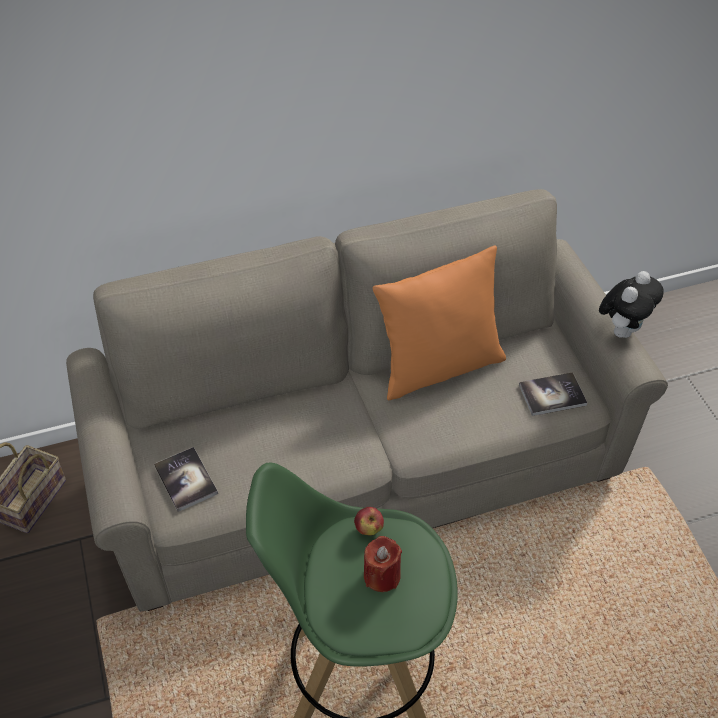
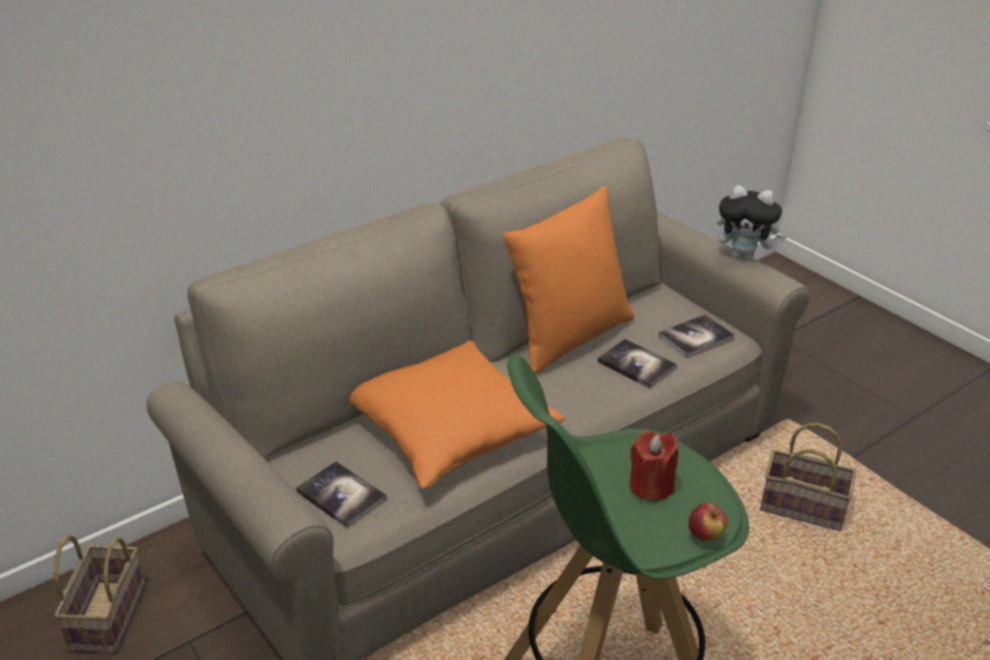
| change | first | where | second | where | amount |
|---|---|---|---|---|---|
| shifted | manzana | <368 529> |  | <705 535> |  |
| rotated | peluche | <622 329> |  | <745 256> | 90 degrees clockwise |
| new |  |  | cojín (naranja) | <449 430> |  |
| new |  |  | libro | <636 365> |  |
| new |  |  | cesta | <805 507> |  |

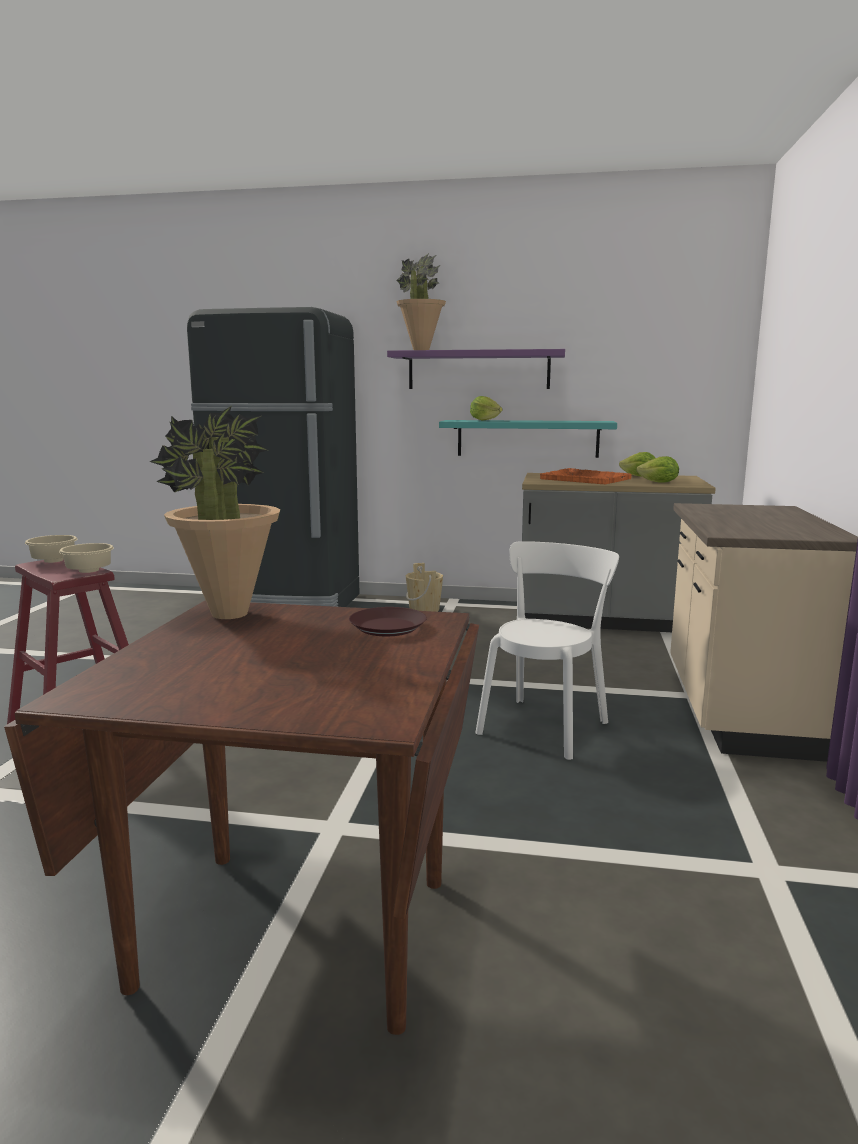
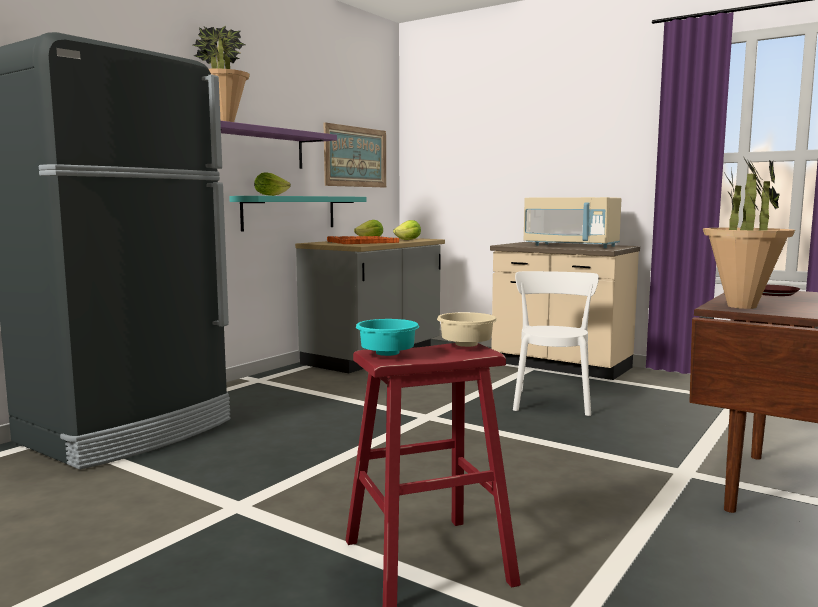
| change | first | where | second | where | amount |
|---|---|---|---|---|---|
| repainted | cuenco (beis) | <53 561> | cuenco (turquesa) | <385 354> |  |
| gone | cubo (beis) | <424 609> |  |  |  |
| rotated | silla (blanco) | <545 725> |  | <552 401> | 45 degrees clockwise |
| new |  |  | cuadro | <355 157> |  |
| new |  |  | microondas (beis) | <571 246> |  |

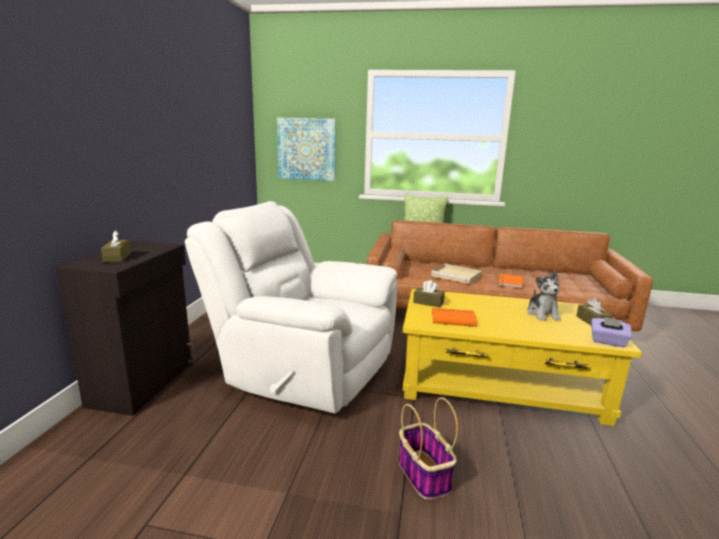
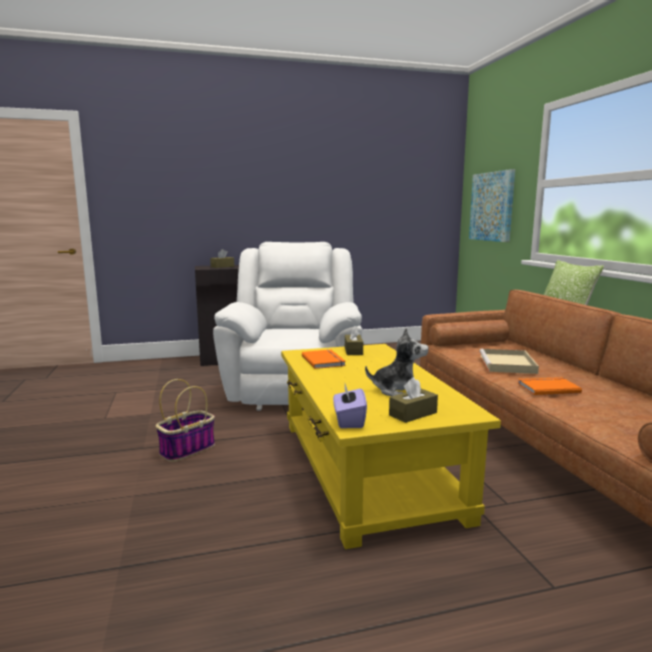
| change | first | where | second | where | amount |
|---|---|---|---|---|---|
| rotated | peluche | <542 314> |  | <397 390> | 150 degrees counterclockwise |

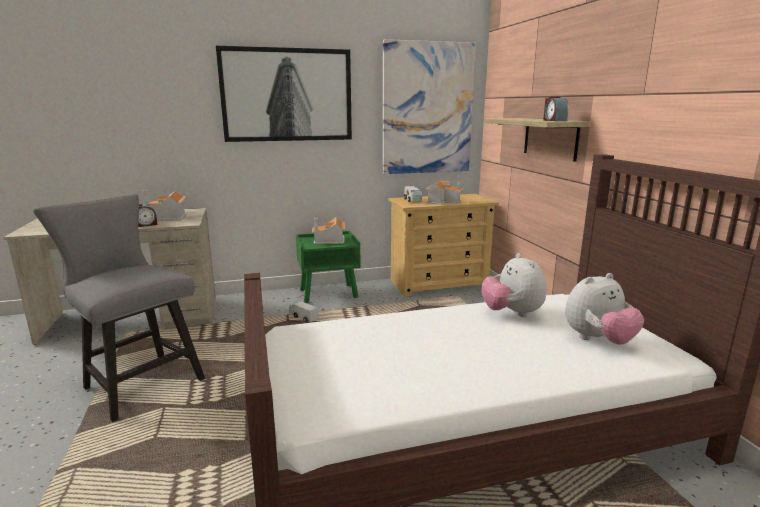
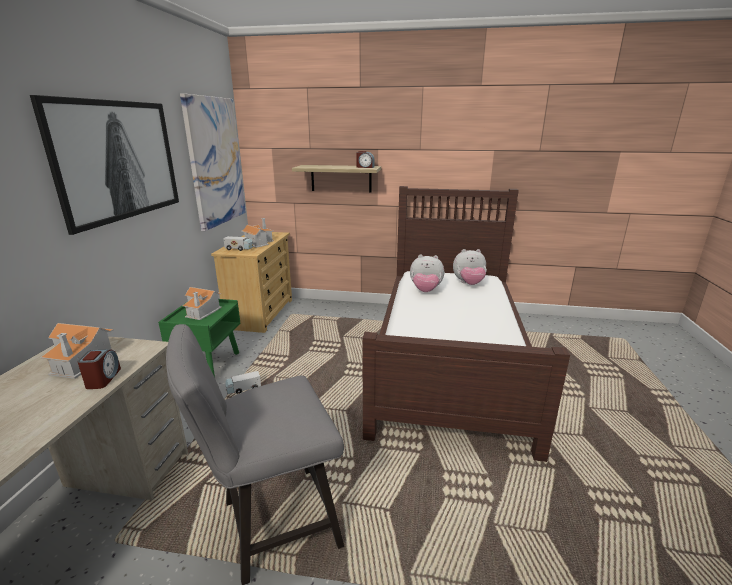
| change | first | where | second | where | amount |
|---|---|---|---|---|---|
| rotated | peluche | <598 340> |  | <468 284> | 90 degrees clockwise |

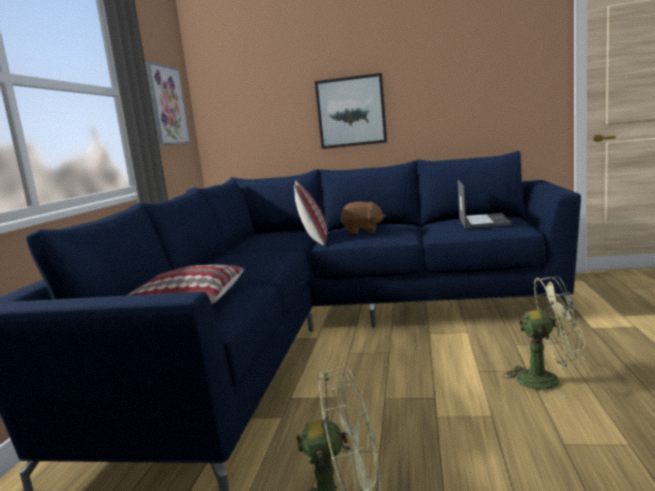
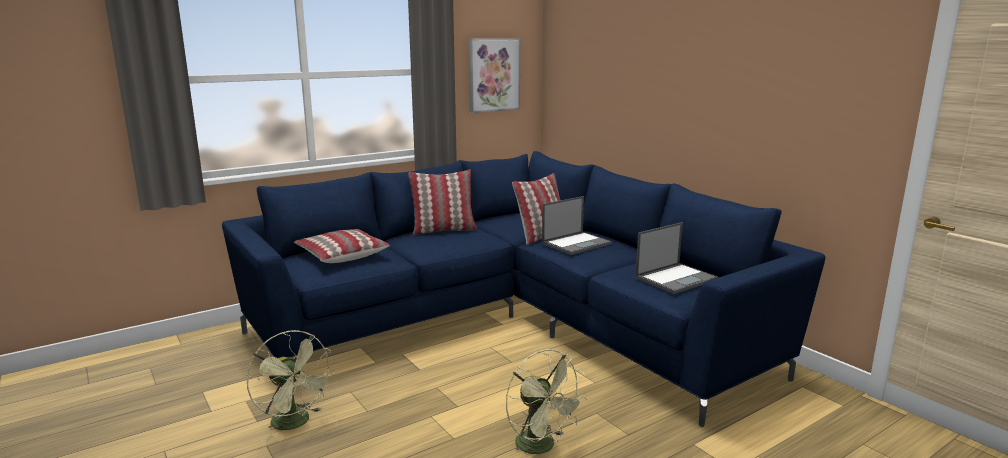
| change | first | where | second | where | amount |
|---|---|---|---|---|---|
| gone | cuadro | <351 112> |  |  |  |
| swapped | peluche (marrón) | <362 231> | portátil | <577 243> |  |
| new |  |  | cojín | <443 230> |  |

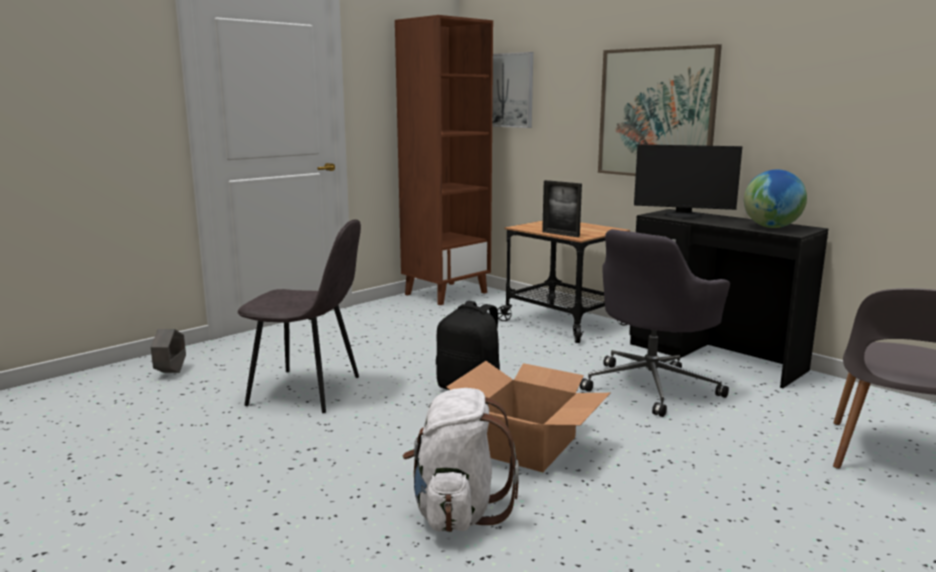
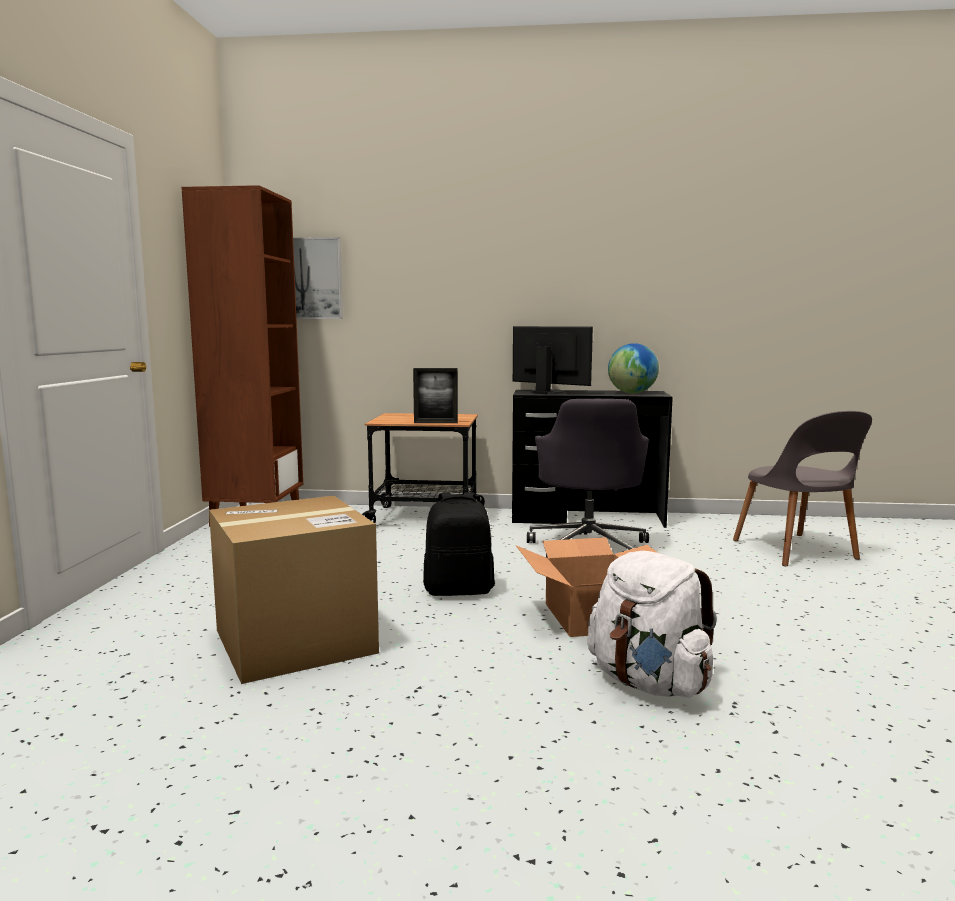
| change | first | where | second | where | amount |
|---|---|---|---|---|---|
| gone | maceta (gris) | <171 372> |  |  |  |
| swapped | silla (gris) | <308 391> | caja de cartón | <295 641> |  |
| gone | cuadro | <656 113> |  |  |  |
| rotated | monitor | <683 216> |  | <548 392> | 120 degrees counterclockwise |

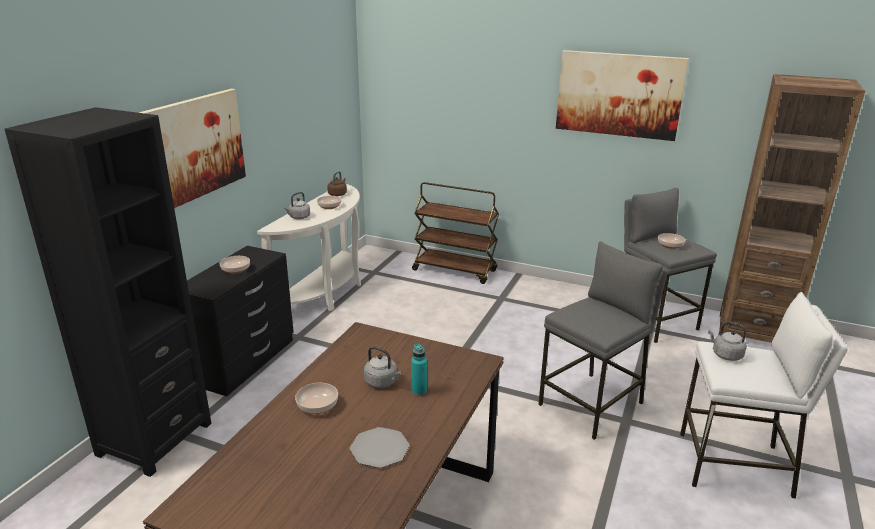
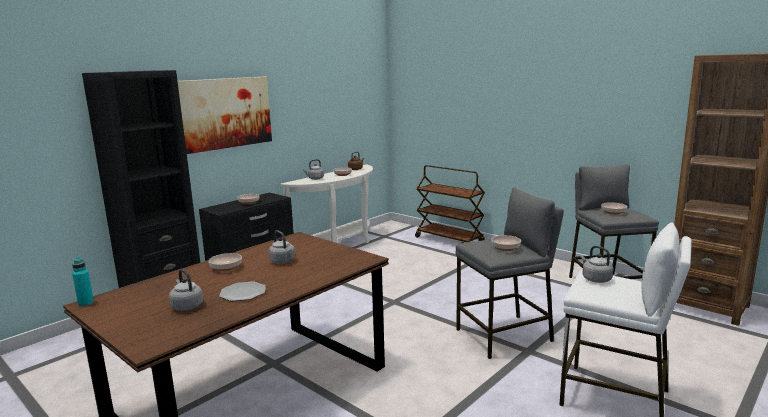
| change | first | where | second | where | amount |
|---|---|---|---|---|---|
| shifted | botella (turquesa) | <419 391> |  | <86 303> |  |
| gone | cuadro | <618 94> |  |  |  |
| new |  |  | hervidor (gris) | <186 306> |  |
| new |  |  | cuenco | <505 248> |  |

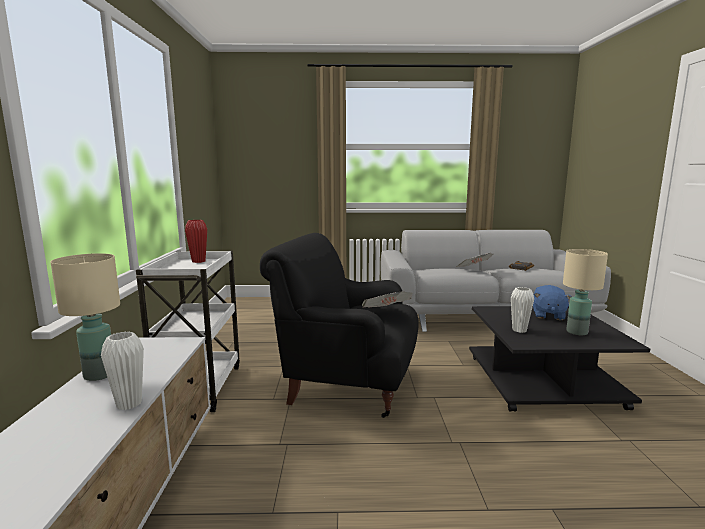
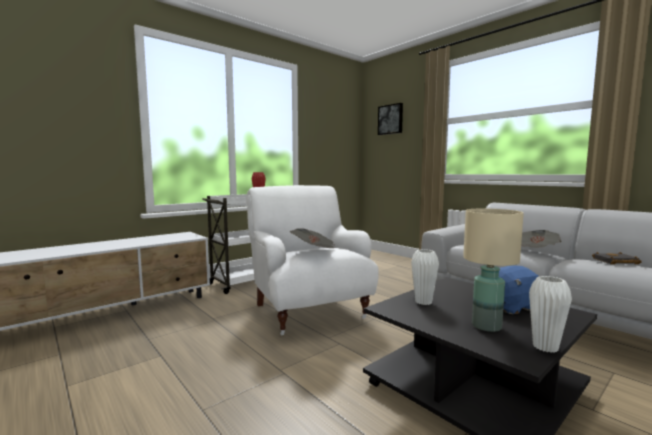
| change | first | where | second | where | amount |
|---|---|---|---|---|---|
| gone | lámpara de mesa (beis) | <100 374> |  |  |  |
| shifted | florero (blanco) | <129 404> |  | <545 347> |  |
| repainted | sillón (negro) | <347 384> | sillón (blanco) | <308 311> |  |
| new |  |  | cuadro | <391 119> |  |

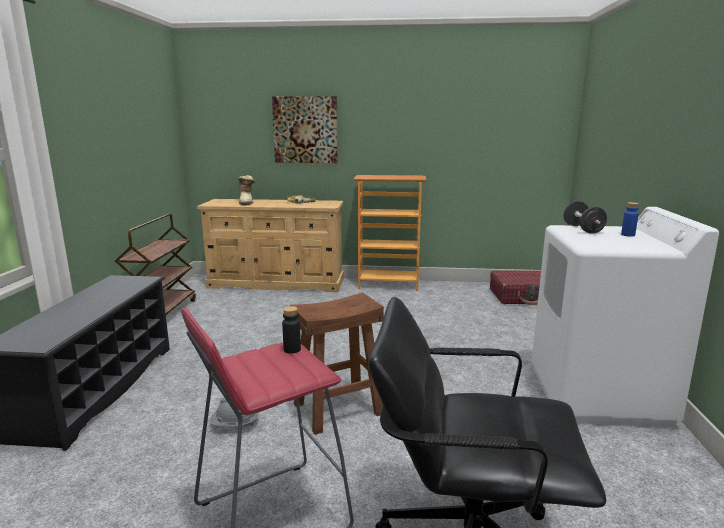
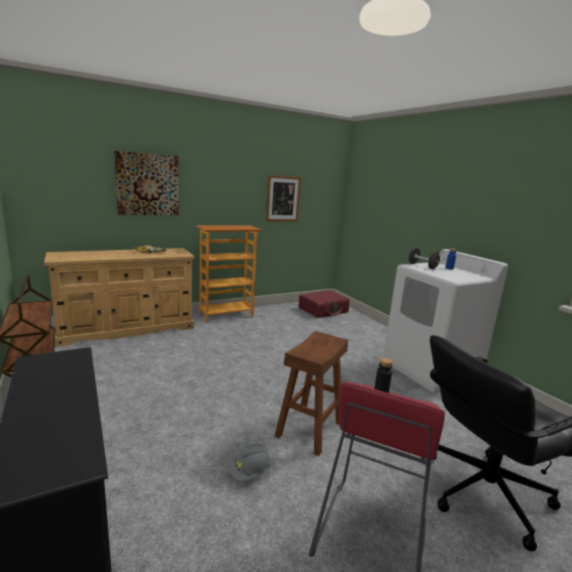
| change | first | where | second | where | amount |
|---|---|---|---|---|---|
| gone | bota | <247 202> |  |  |  |
| new |  |  | cuadro | <283 199> |  |

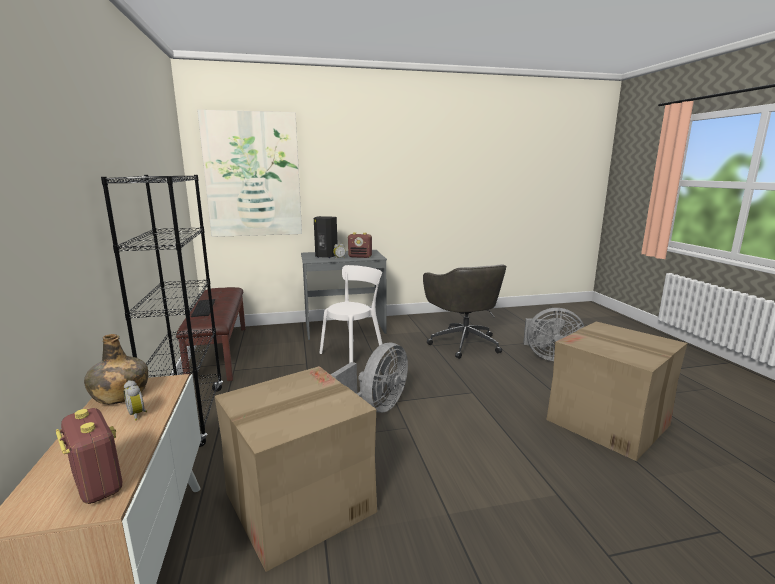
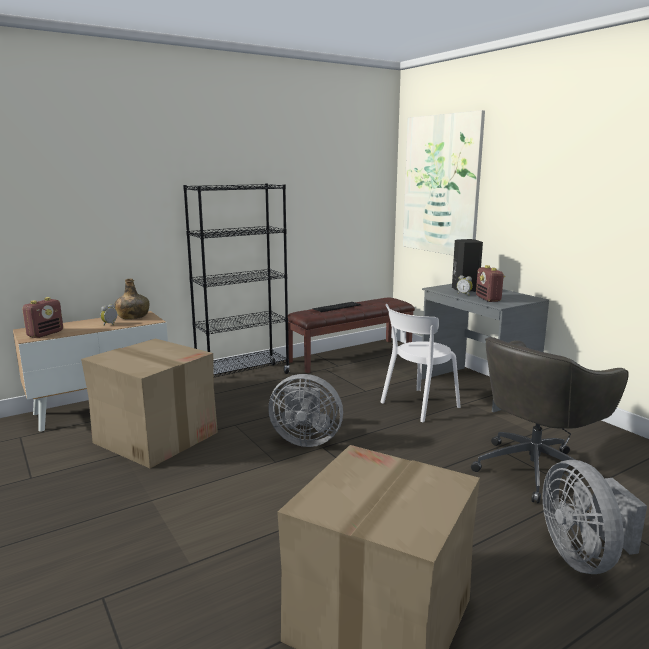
| change | first | where | second | where | amount |
|---|---|---|---|---|---|
| rotated | silla (blanco) | <354 352> |  | <417 405> | 120 degrees clockwise |

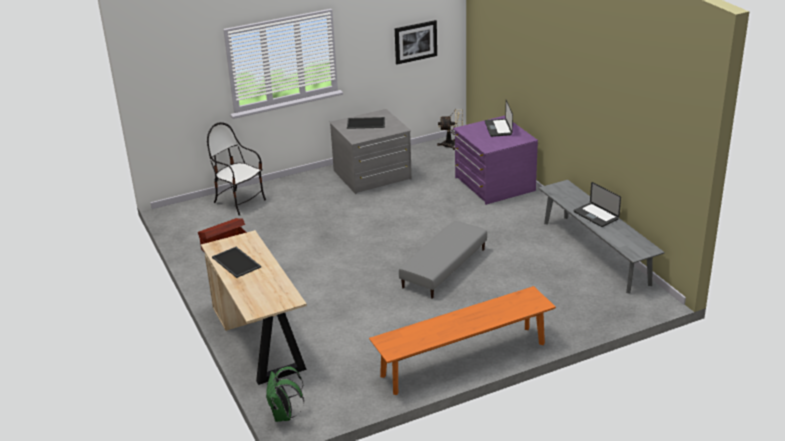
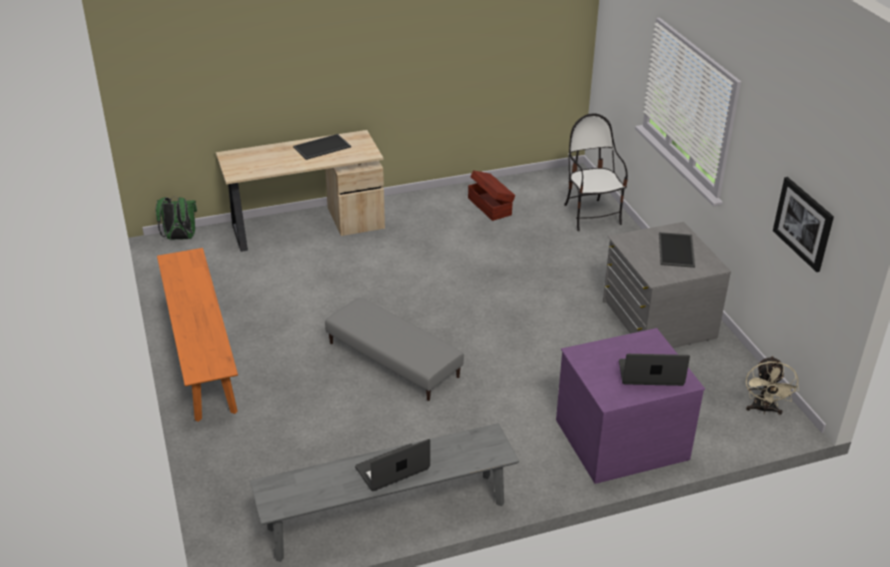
| change | first | where | second | where | amount |
|---|---|---|---|---|---|
| rotated | silla | <239 202> |  | <591 215> | 60 degrees counterclockwise |

